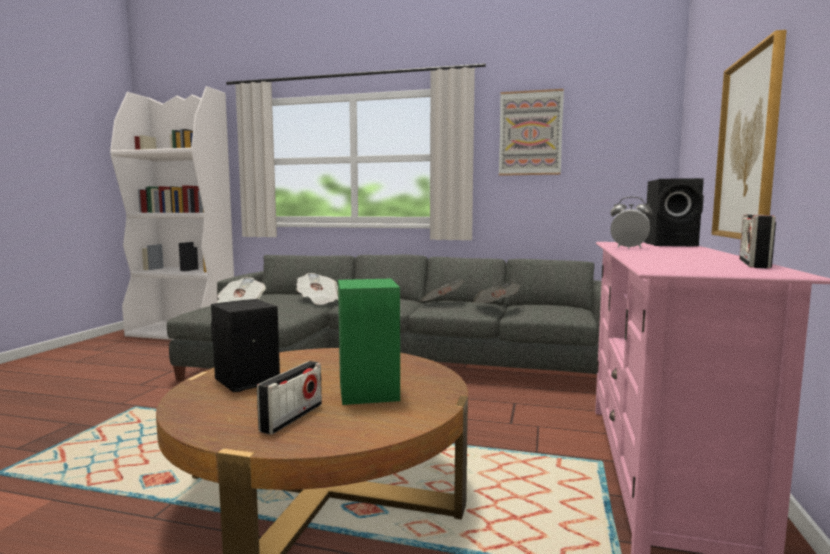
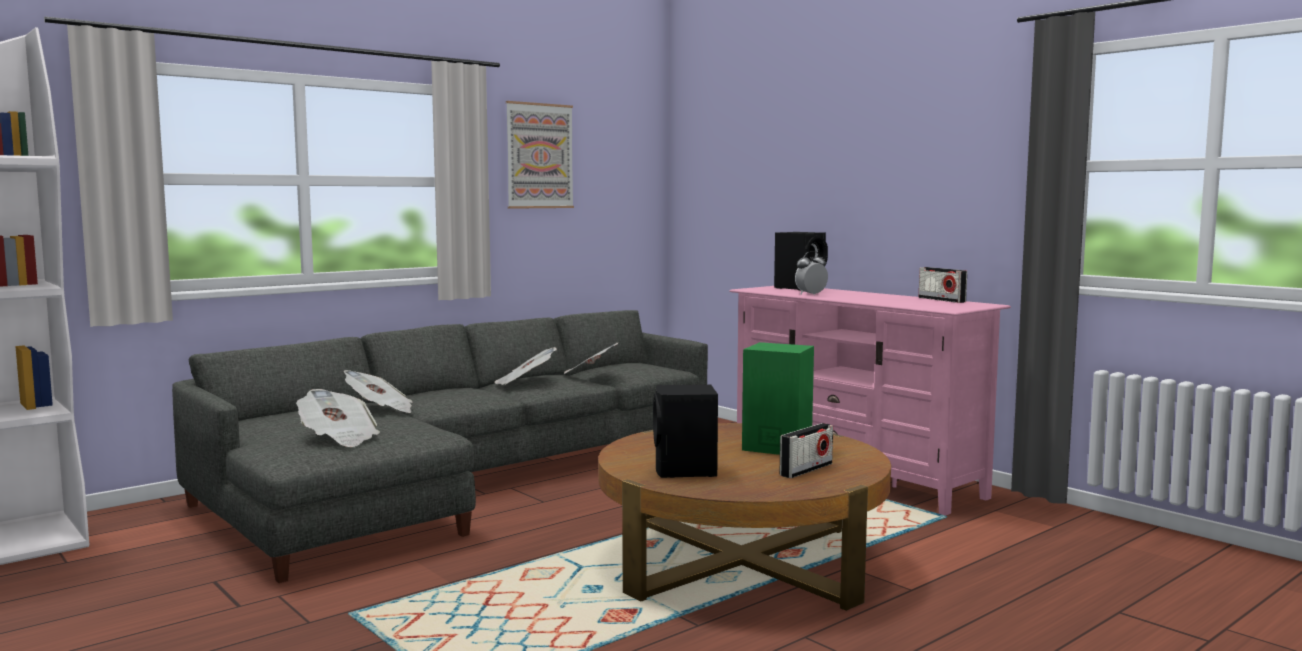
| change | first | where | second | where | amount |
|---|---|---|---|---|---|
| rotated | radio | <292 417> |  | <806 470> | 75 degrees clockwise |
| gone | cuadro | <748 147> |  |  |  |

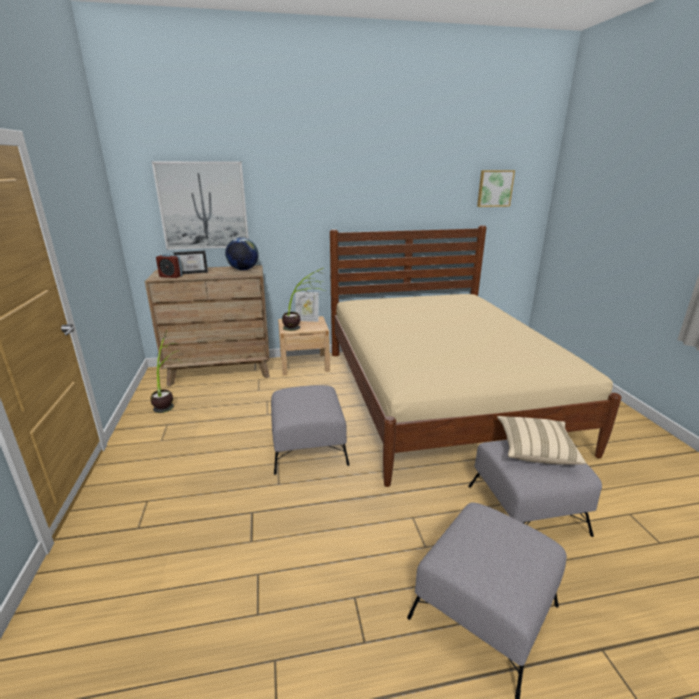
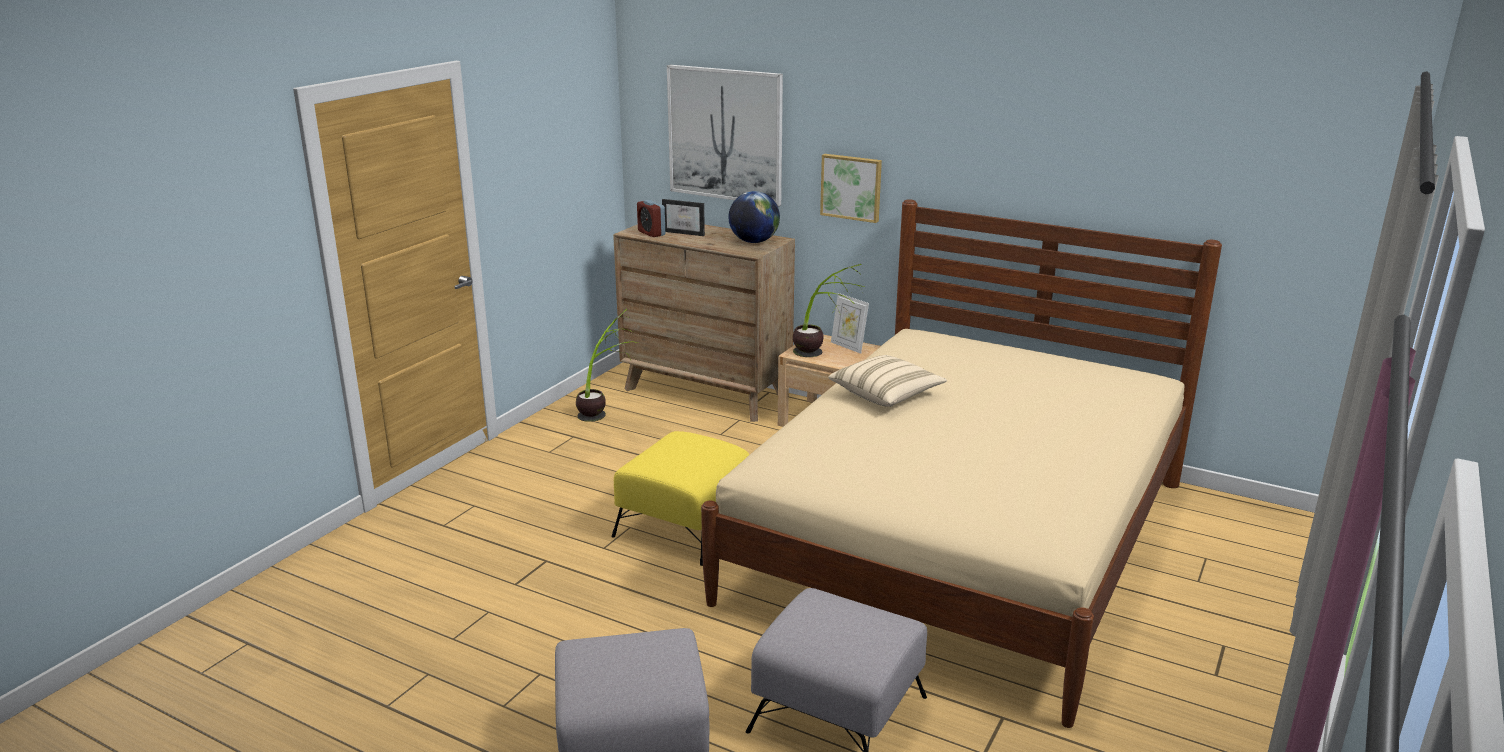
| change | first | where | second | where | amount |
|---|---|---|---|---|---|
| repainted | puf (gris) | <308 447> | puf (amarillo) | <685 525> |  |
| shifted | cuadro | <494 188> |  | <851 187> |  |
| shifted | cojín (beis) | <535 450> |  | <886 395> |  |

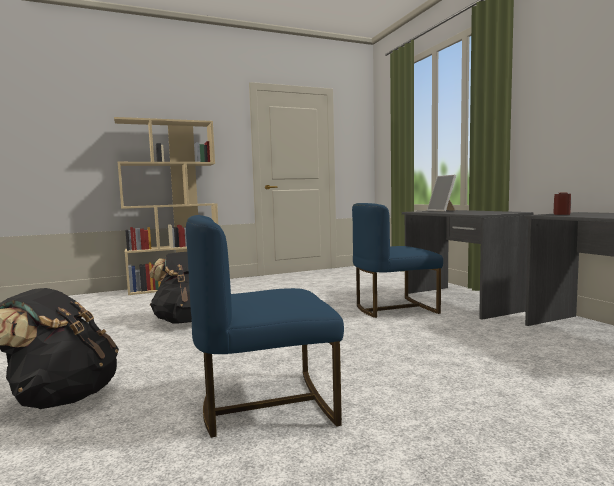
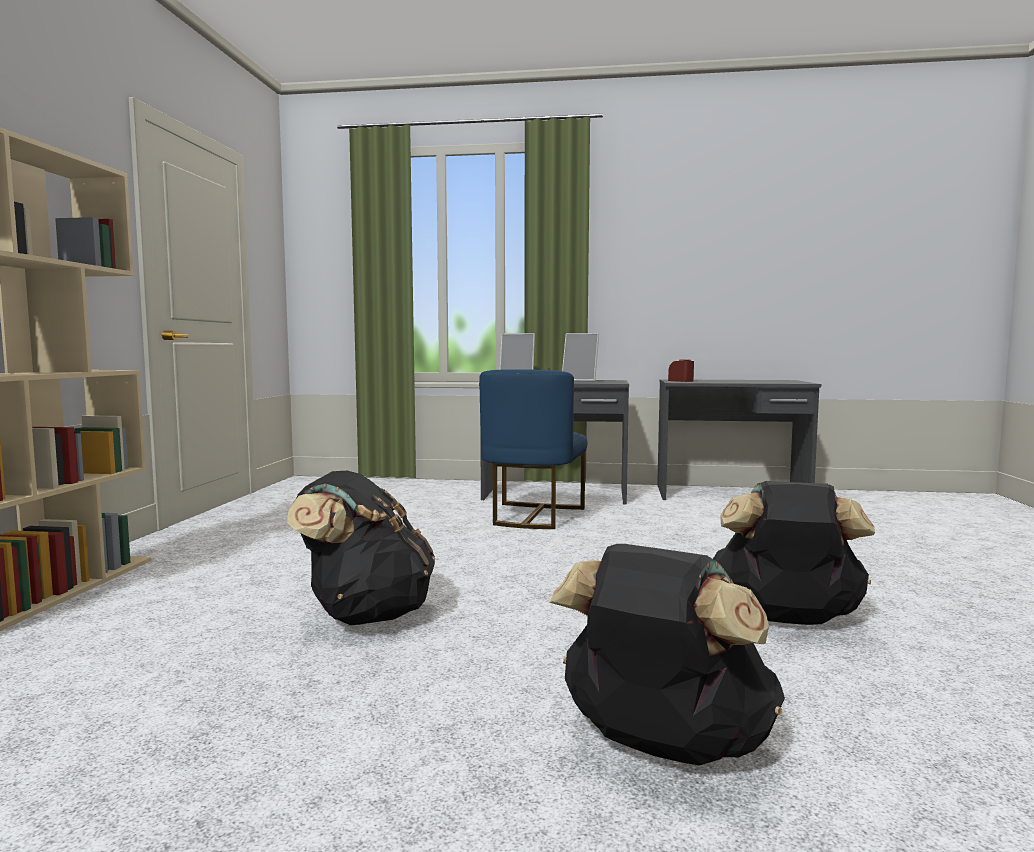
| change | first | where | second | where | amount |
|---|---|---|---|---|---|
| swapped | silla (azul) | <266 405> | mochila (negro) | <785 619> |  |
| new |  |  | portarretratos | <580 381> |  |

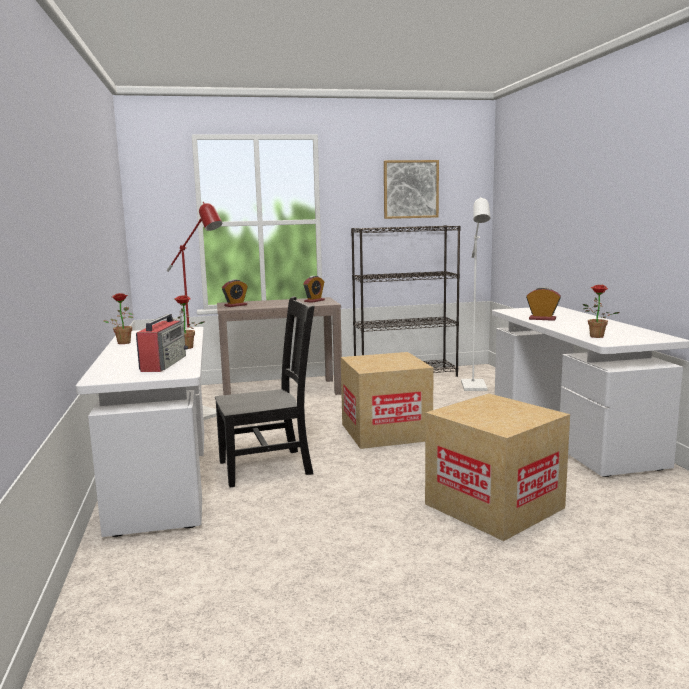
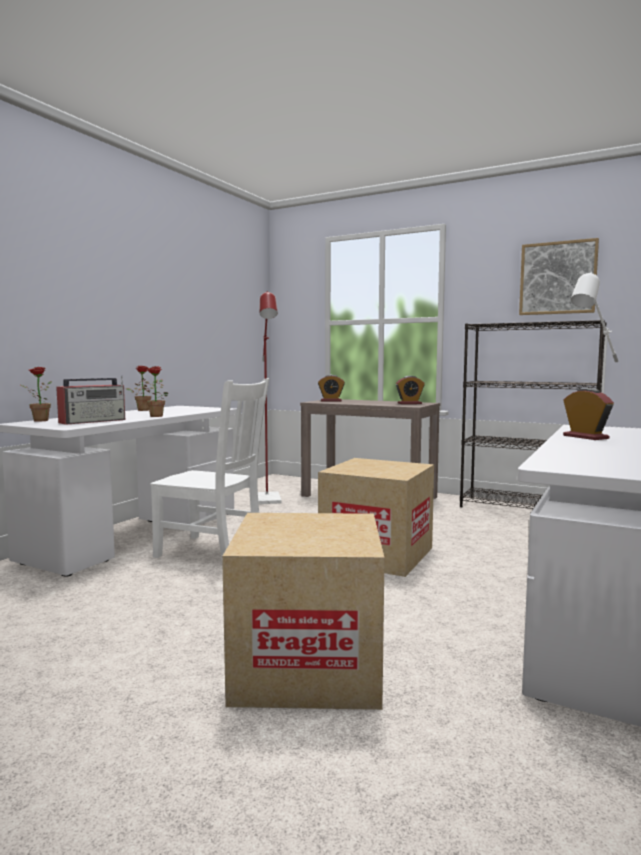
| change | first | where | second | where | amount |
|---|---|---|---|---|---|
| repainted | silla (negro) | <269 467> | silla (blanco) | <213 552> |  |
| shifted | planta en maceta | <595 337> |  | <37 420> |  |

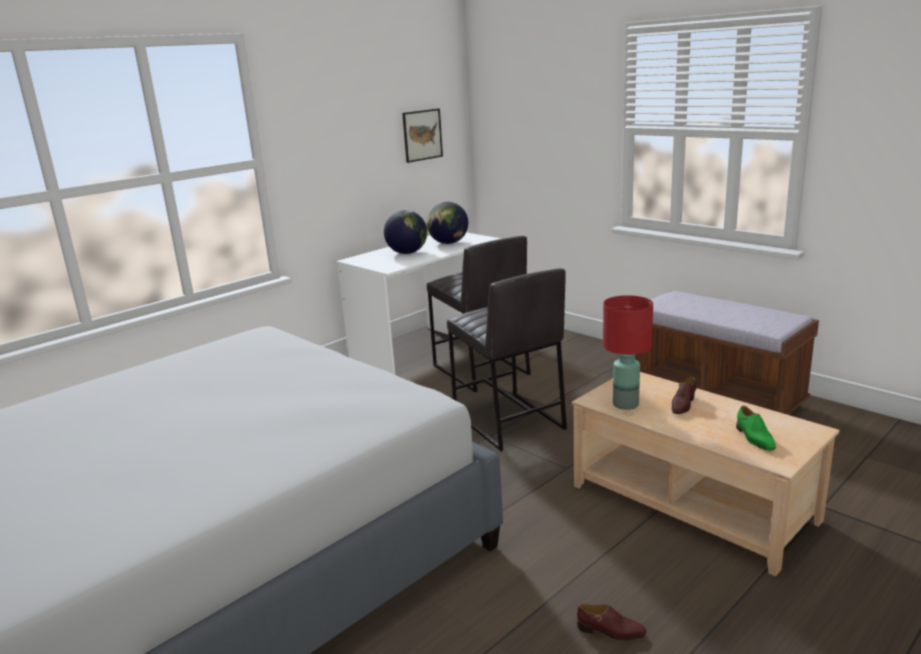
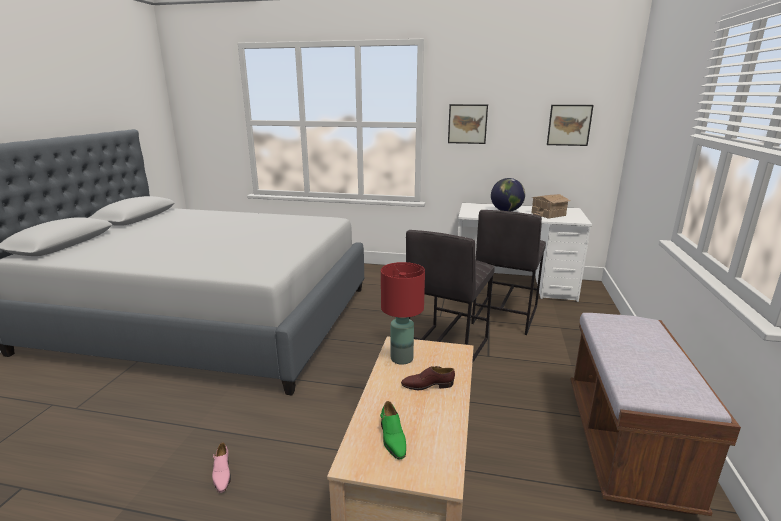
| change | first | where | second | where | amount |
|---|---|---|---|---|---|
| swapped | globo terráqueo | <448 243> | casita | <548 214> |  |
| repainted | zapato (marrón) | <611 631> | zapato (rosa) | <222 474> |  |
| rotated | zapato (verde) | <754 438> |  | <392 439> | 60 degrees counterclockwise |
| new |  |  | cuadro | <467 124> |  |

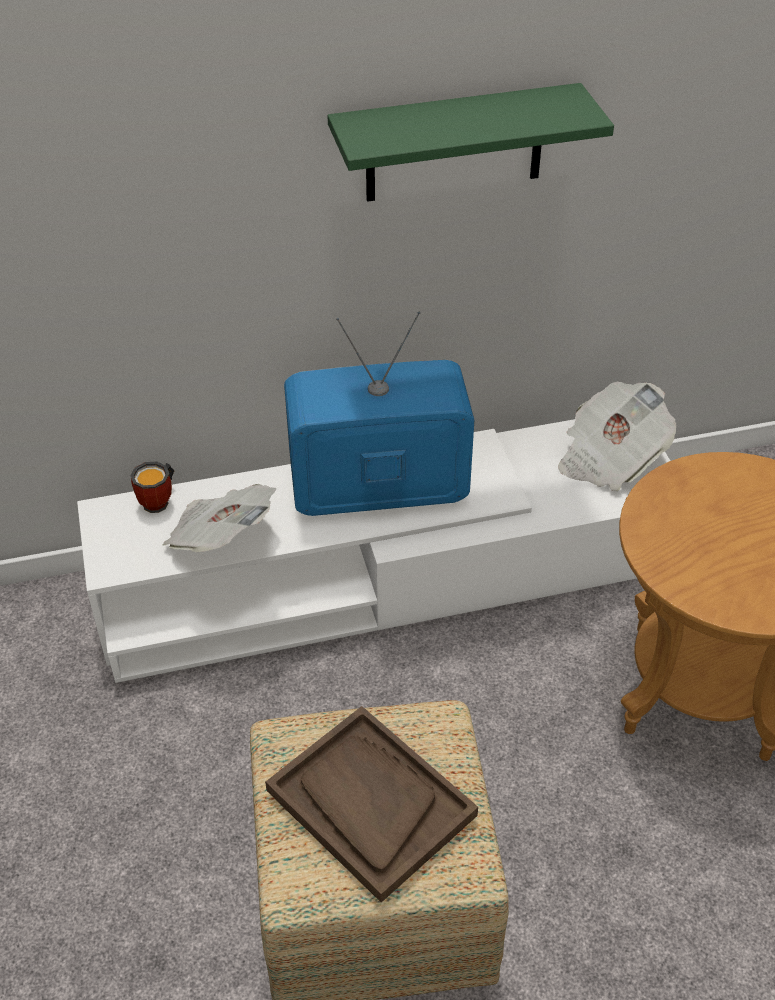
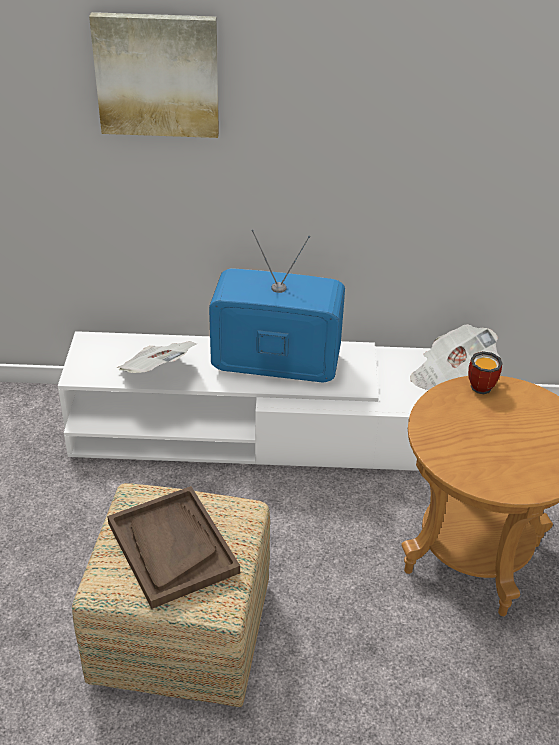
| change | first | where | second | where | amount |
|---|---|---|---|---|---|
| shifted | taza grande | <160 501> |  | <485 386> |  |
| gone | estante (verde) | <454 144> |  |  |  |
| new |  |  | cuadro | <157 75> |  |

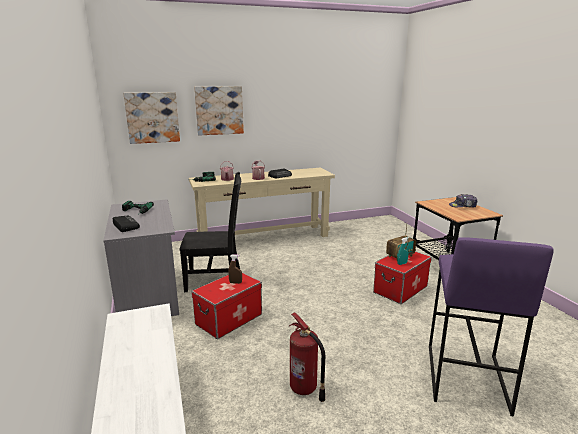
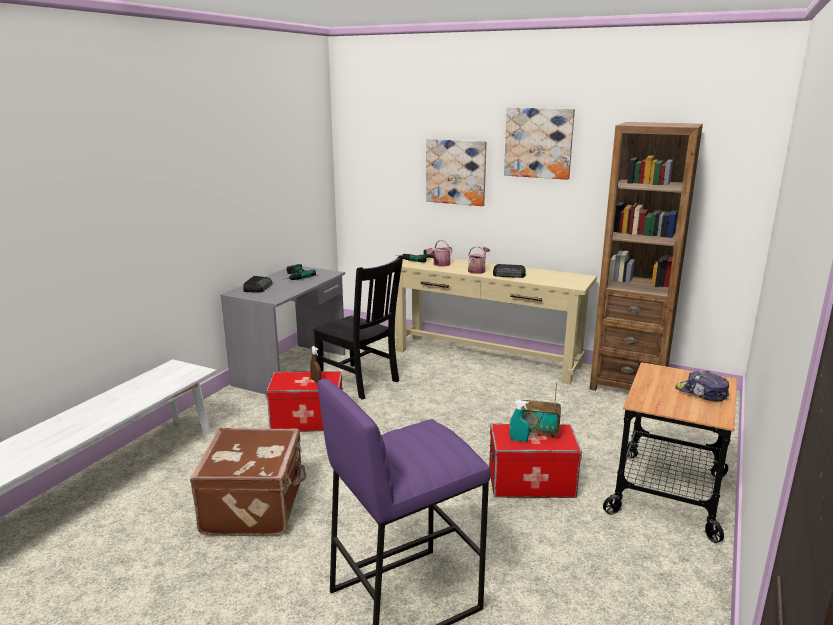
| change | first | where | second | where | amount |
|---|---|---|---|---|---|
| shifted | cuadro | <152 117> |  | <538 143> |  |
| swapped | extintor | <304 389> | maleta (marrón) | <256 507> |  |
| new |  |  | estantería (marrón) | <628 384> |  |

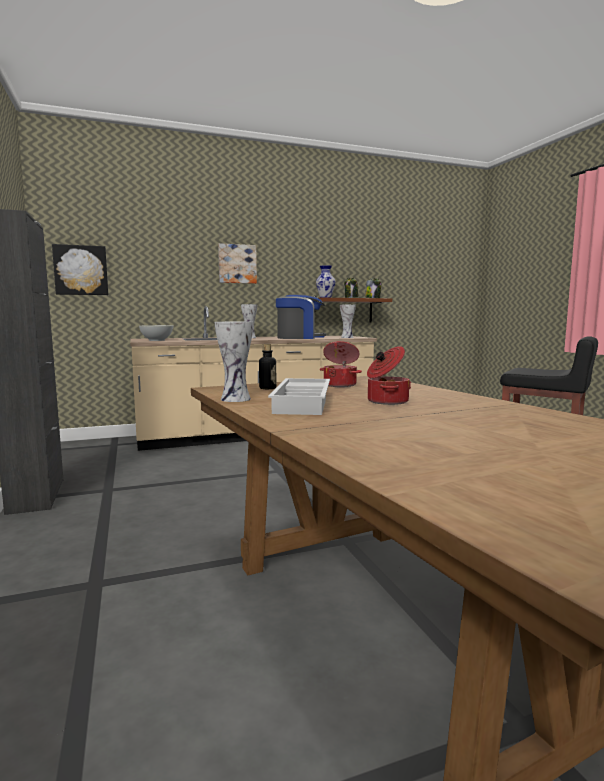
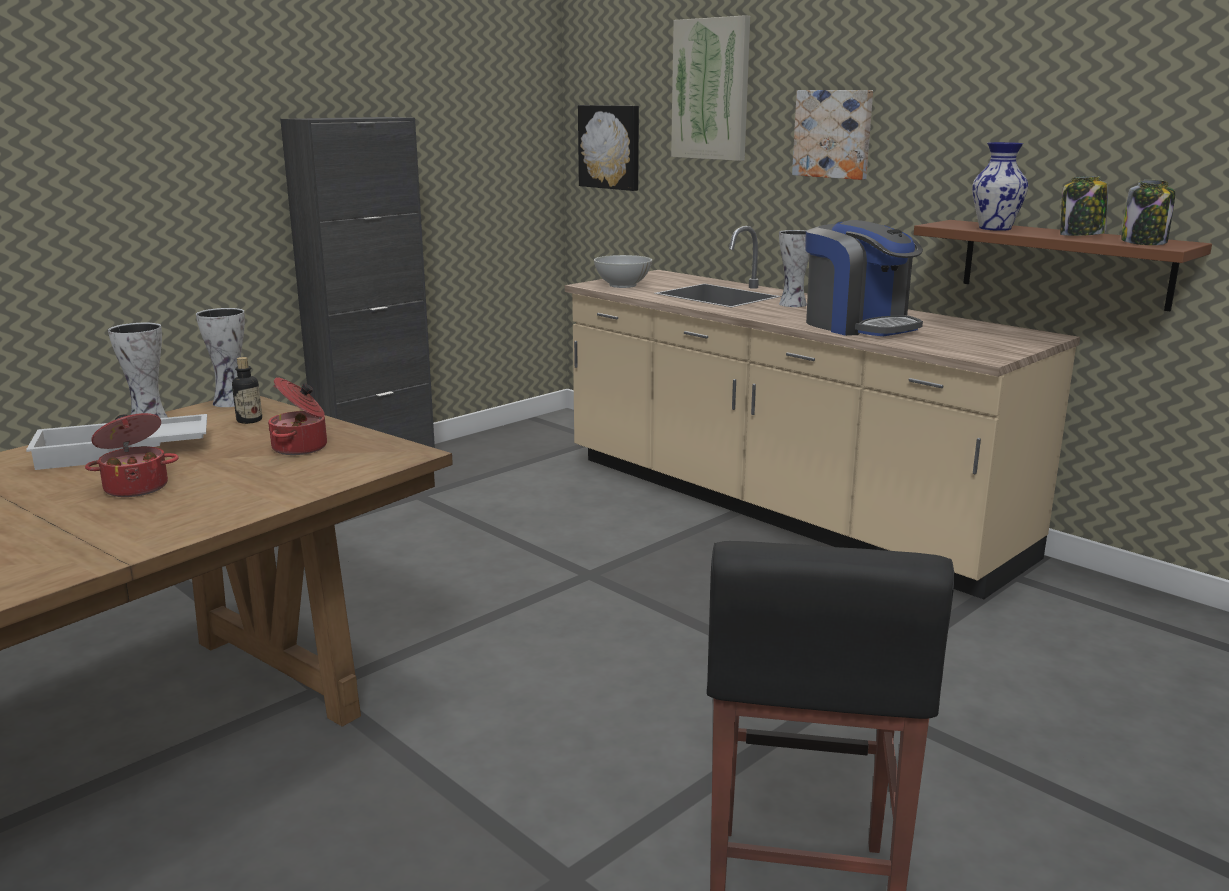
| change | first | where | second | where | amount |
|---|---|---|---|---|---|
| shifted | florero | <347 337> |  | <233 402> |  |
| new |  |  | cuadro | <711 89> |  |

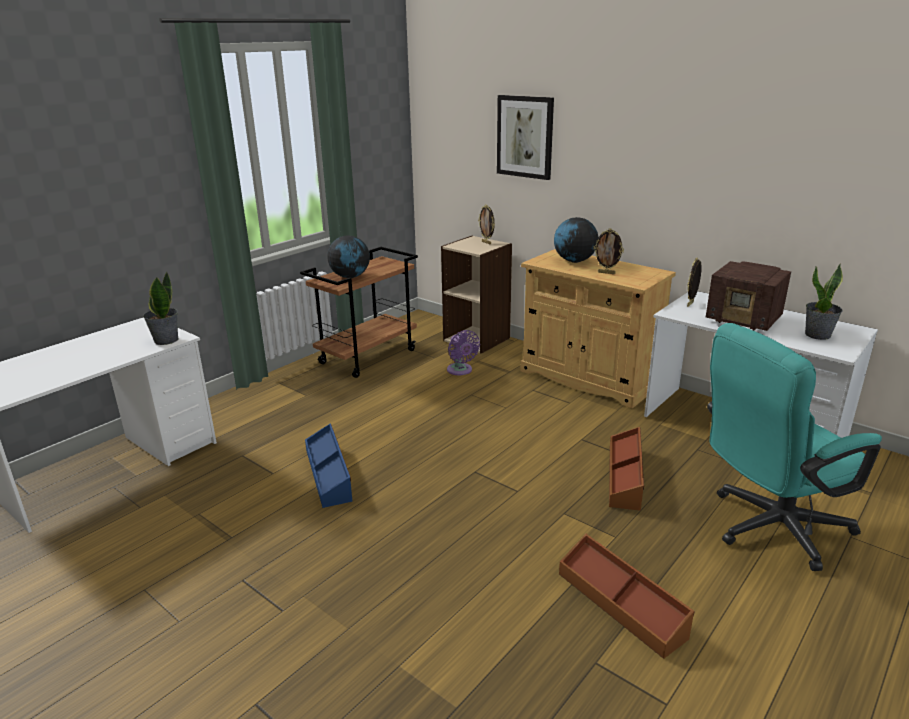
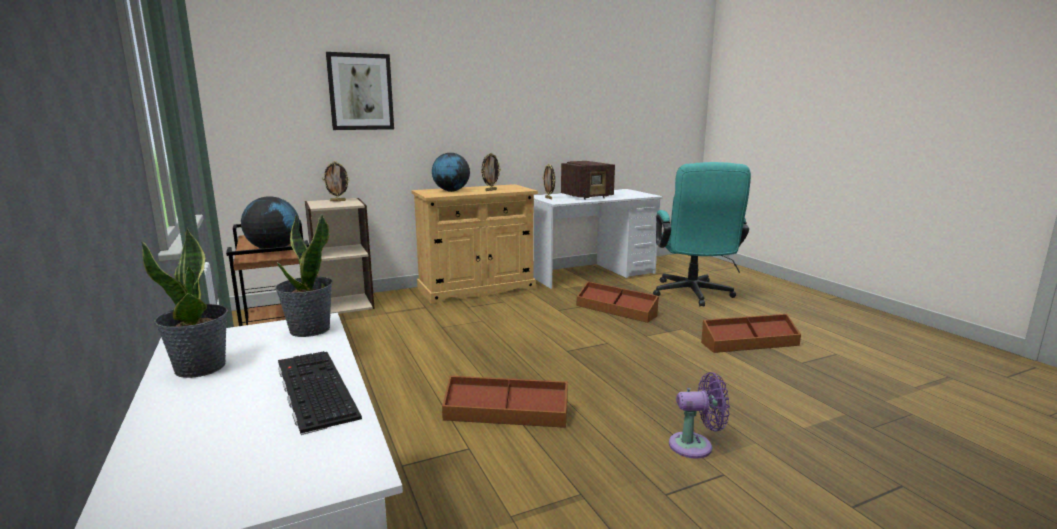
| change | first | where | second | where | amount |
|---|---|---|---|---|---|
| repainted | caja de almacenaje (azul) | <329 474> | caja de almacenaje (marrón) | <506 414> |  |
| shifted | ventilador (morado) | <460 371> |  | <695 446> |  |
| shifted | planta en maceta | <818 335> |  | <201 367> |  |
| new |  |  | teclado | <313 388> |  |

